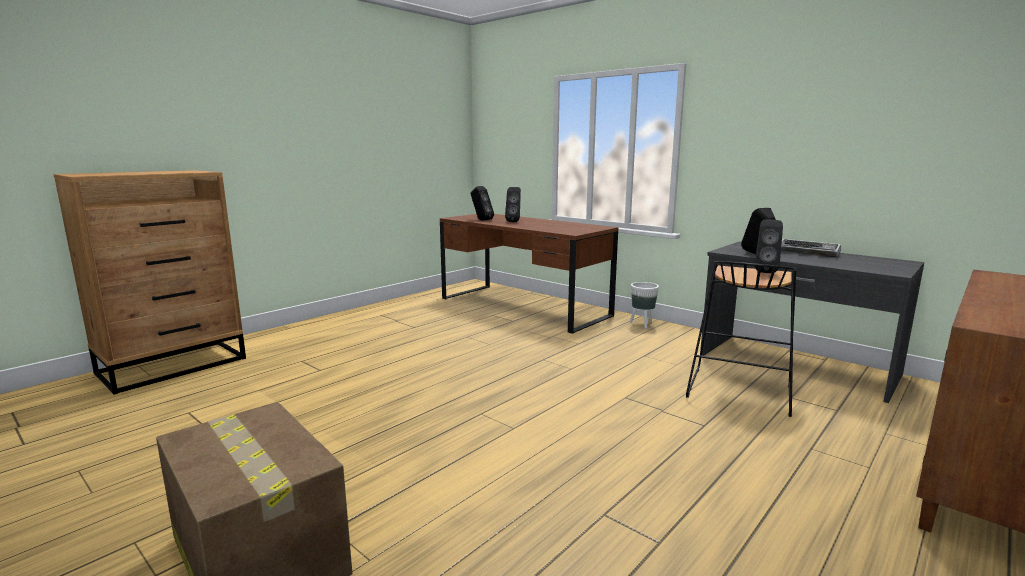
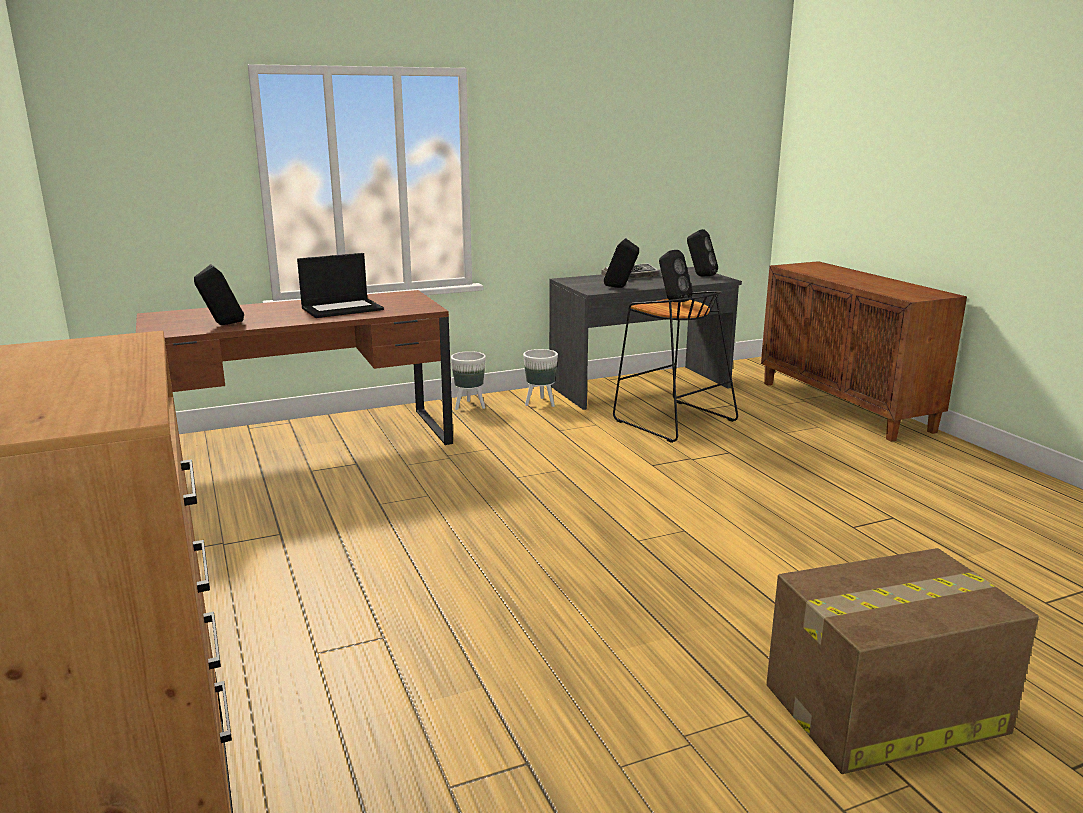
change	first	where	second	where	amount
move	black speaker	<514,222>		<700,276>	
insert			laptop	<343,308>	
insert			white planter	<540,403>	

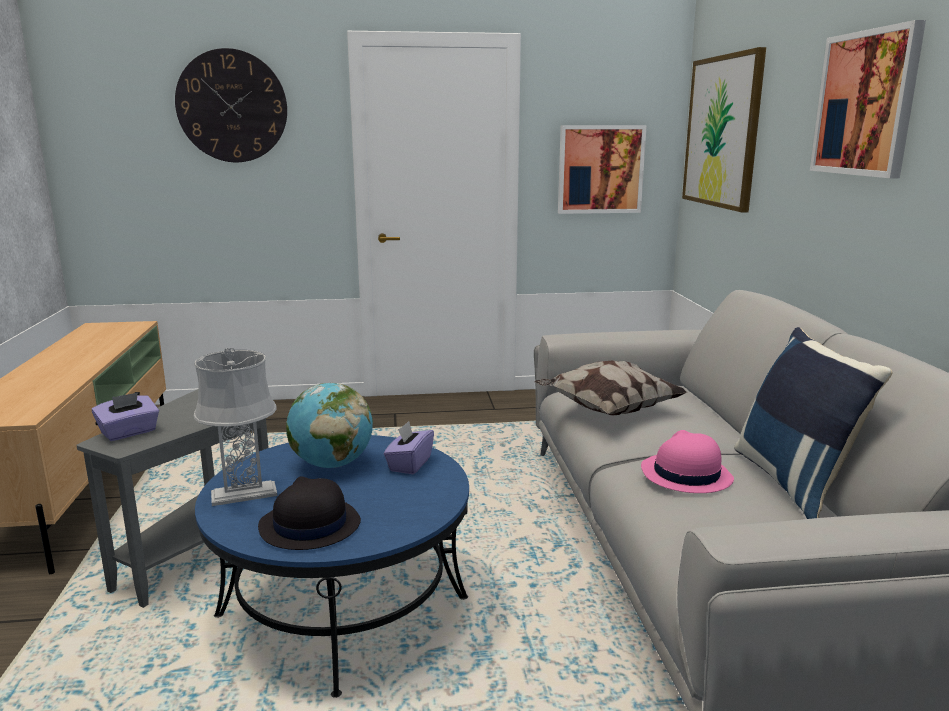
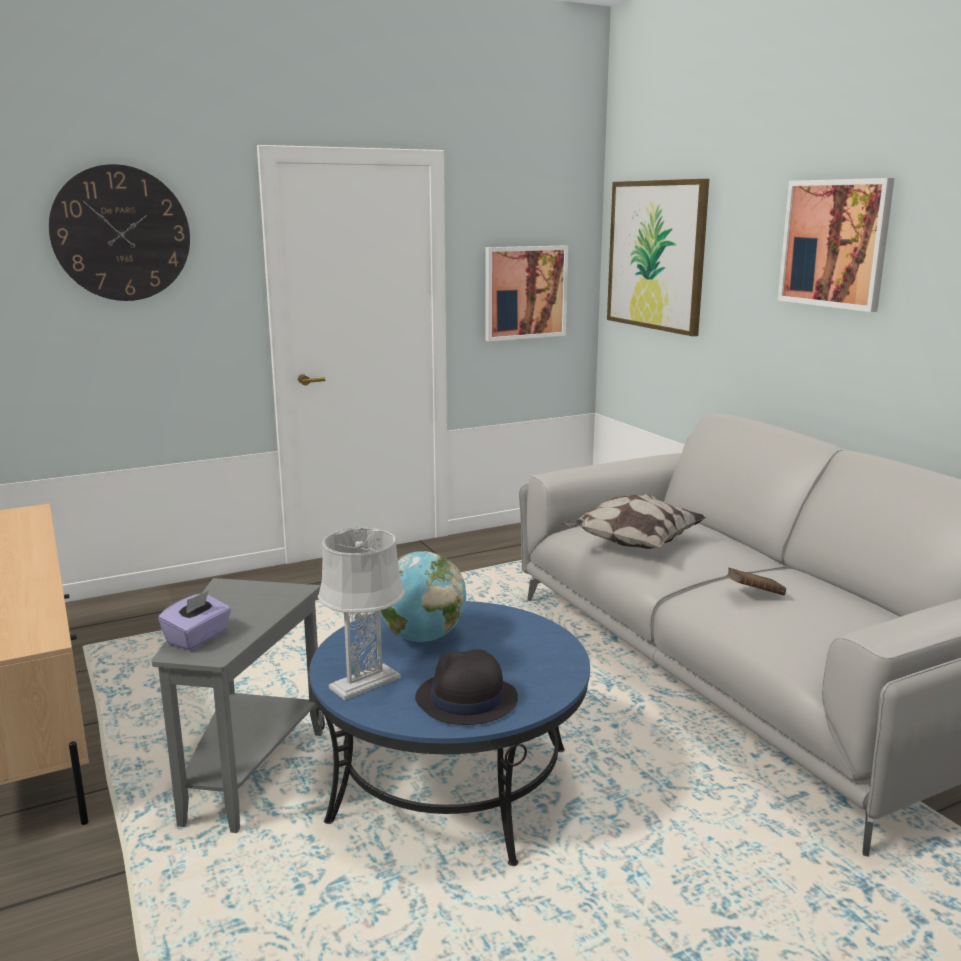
change	first	where	second	where	amount
delete	blue pillow	<795,482>			
delete	purple tissue box	<409,464>			
replace	pink hat	<685,474>	brown book	<754,594>	

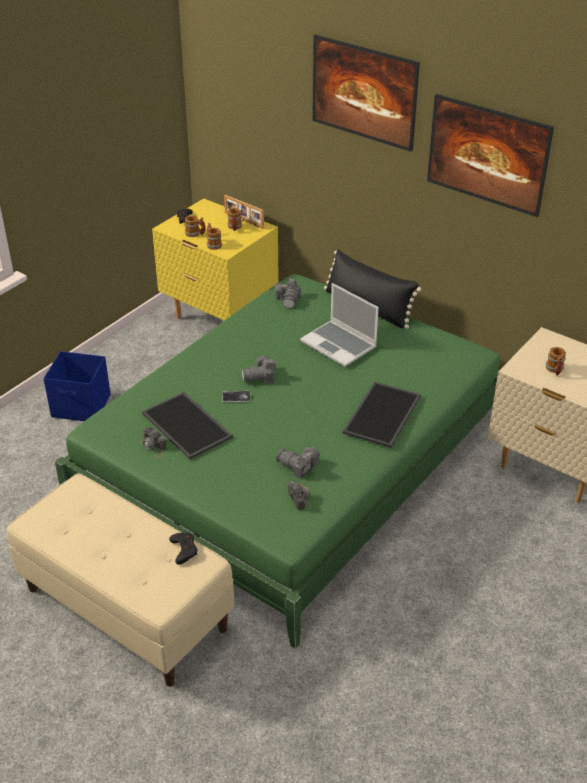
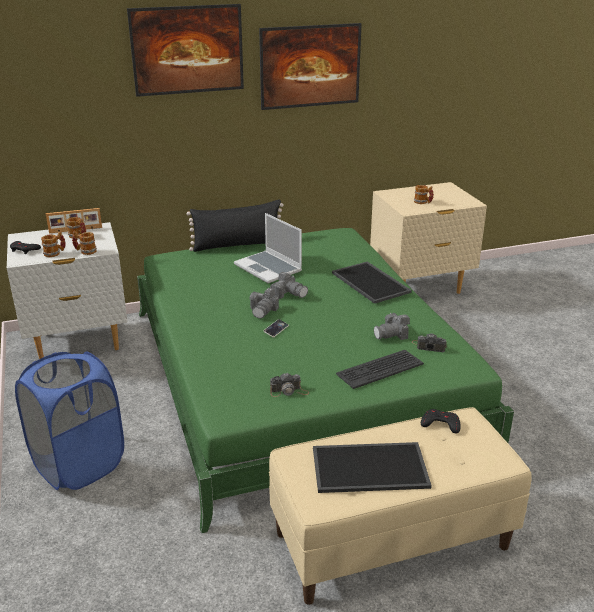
change	first	where	second	where	amount
recolor	yellow nightstand	<220,318>	white nightstand	<78,342>	
move	photo camera	<288,300>		<289,293>	
rotate	laptop	<339,345>		<269,268>	60 degrees clockwise
replace	blue storage box	<82,406>	blue laundry basket	<79,464>	
move	tray	<188,425>		<370,466>	
insert			keyboard	<379,369>	

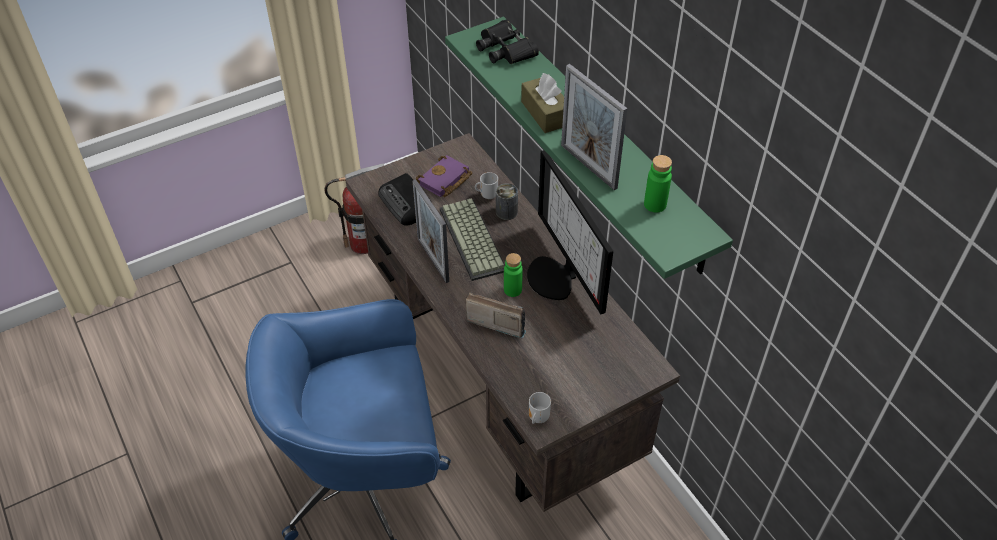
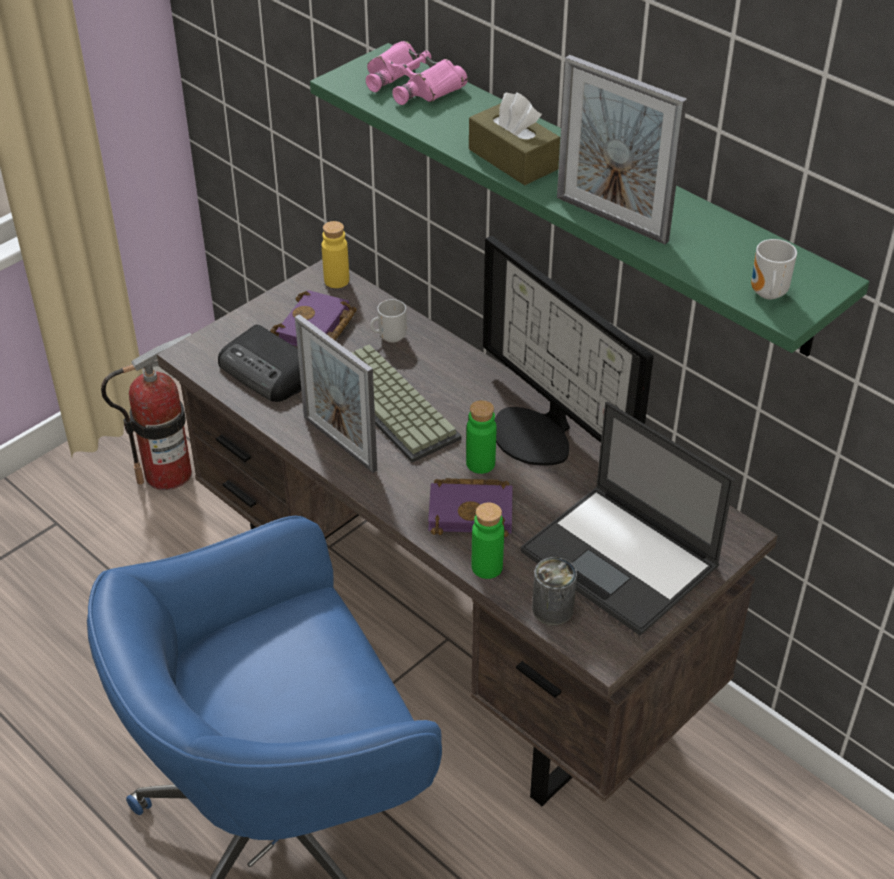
change	first	where	second	where	amount
recolor	black binoculars	<505,49>	pink binoculars	<412,84>	
move	green bottle	<655,204>		<487,567>	
move	can	<506,212>		<552,609>	
replace	radio	<497,320>	purple book	<473,511>	
move	mug	<537,418>		<766,295>	
insert			yellow bottle	<336,280>	
insert			laptop	<621,560>	

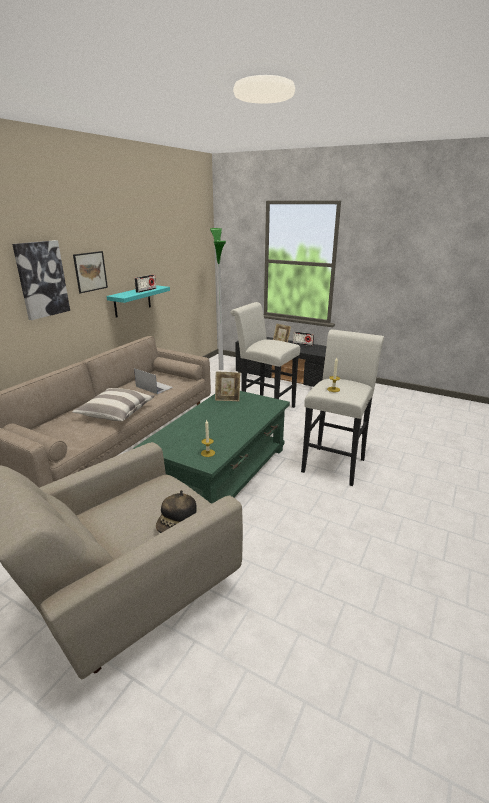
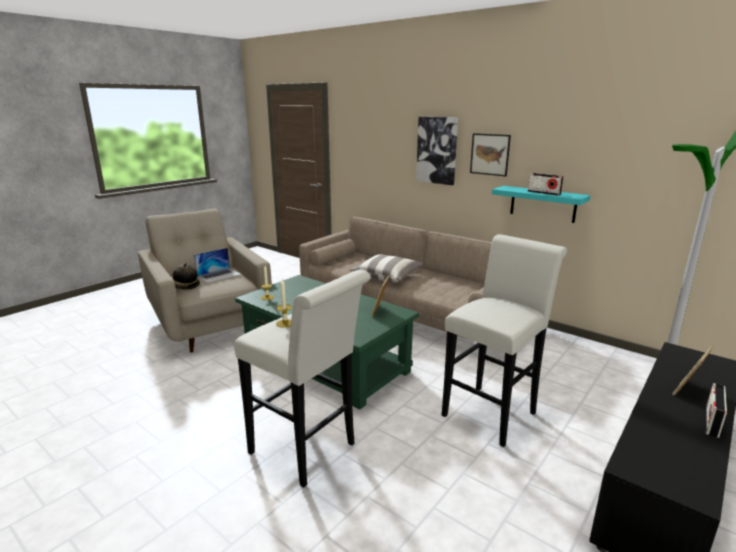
change	first	where	second	where	amount
move	laptop	<154,387>		<219,275>	

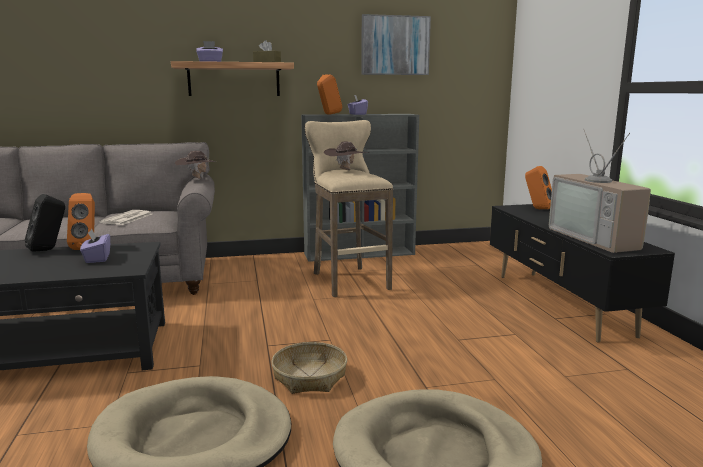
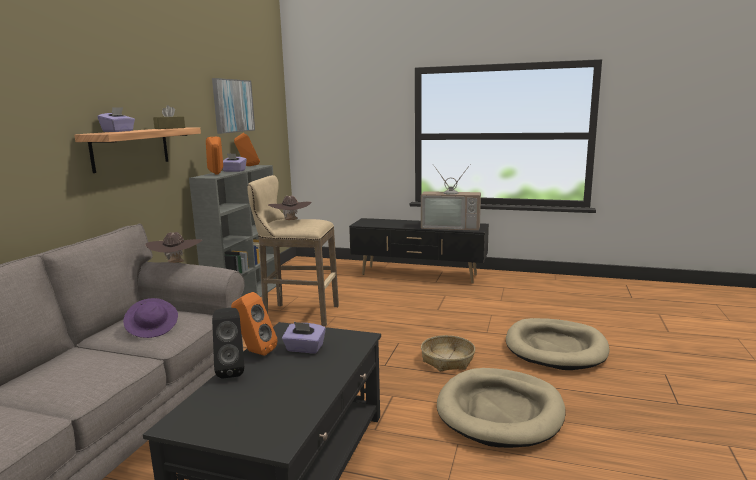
change	first	where	second	where	amount
move	orange speaker	<537,208>		<248,166>	
replace	newspaper	<127,218>	purple hat	<153,329>	

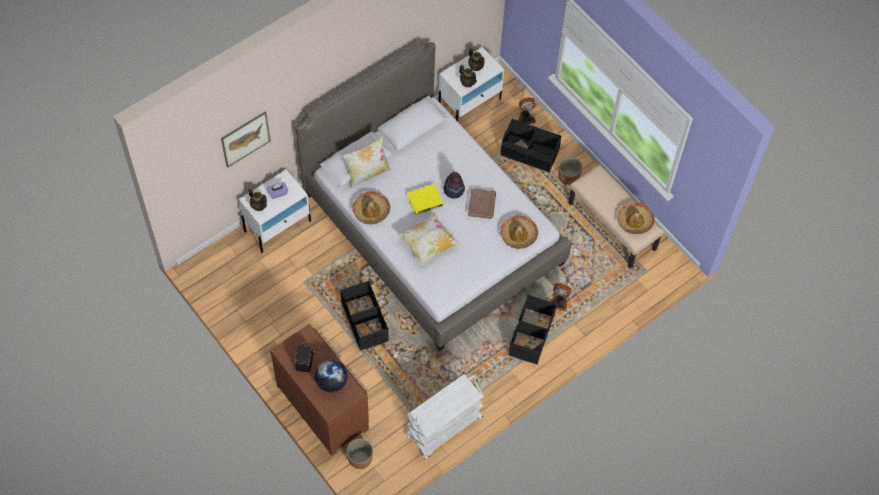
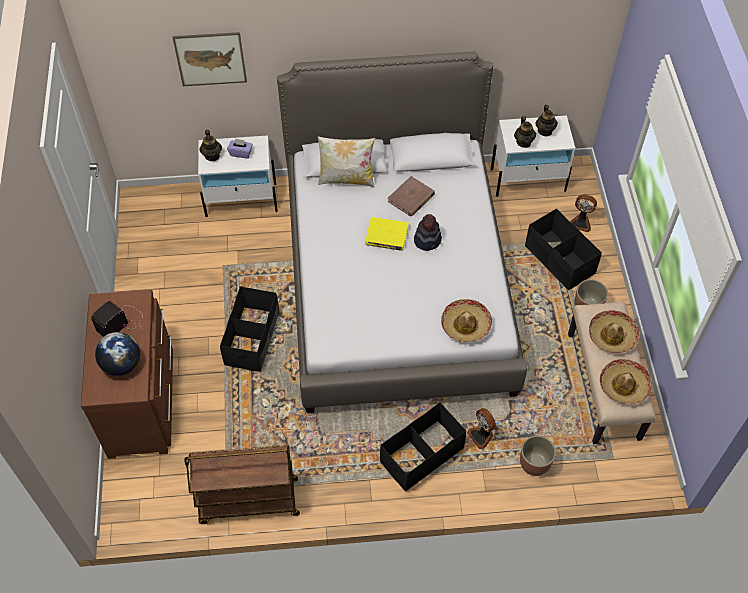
change	first	where	second	where	amount
move	brown book	<481,204>		<411,198>	
move	hat	<371,210>		<612,335>	
delete	pillow	<427,244>			
recolor	white cart	<444,428>	brown cart	<248,501>	
move	planter	<360,459>		<534,463>	

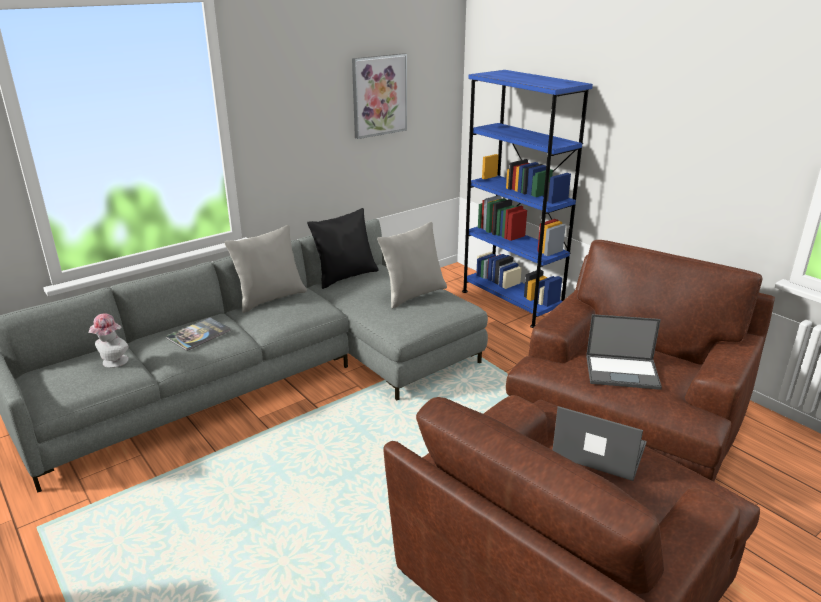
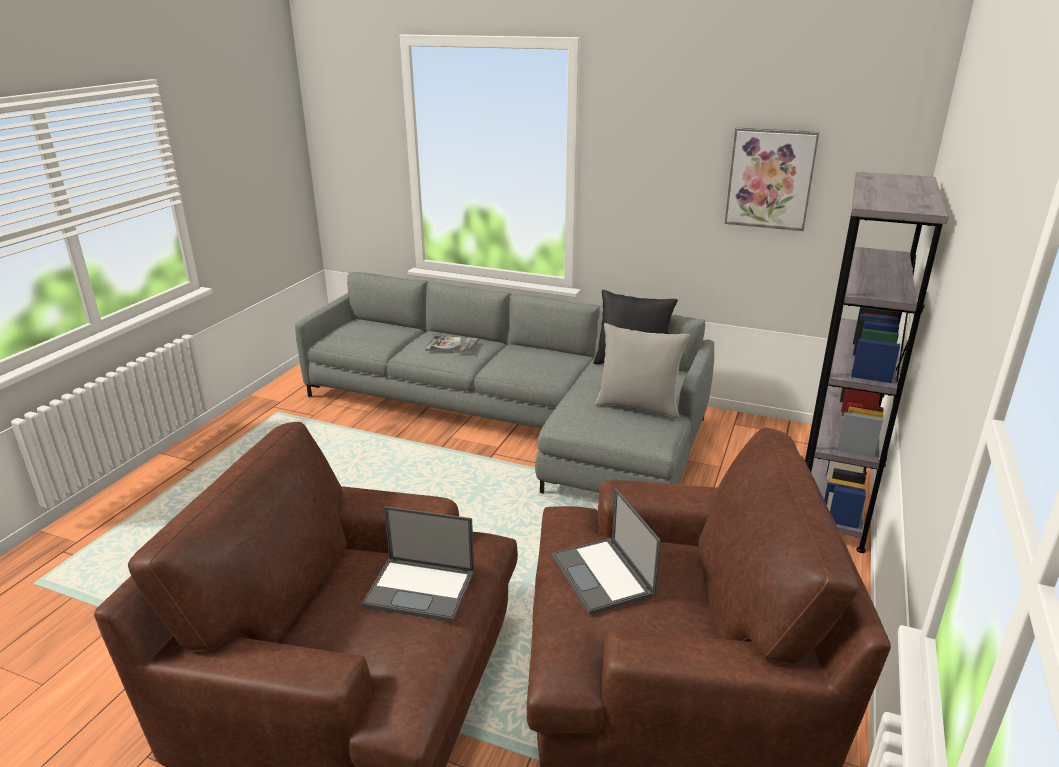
change	first	where	second	where	amount
recolor	blue bookcase	<511,302>	grey bookcase	<831,502>	
delete	grey pillow	<270,298>			
delete	hat	<113,363>			
rotate	laptop	<597,450>		<421,589>	105 degrees clockwise

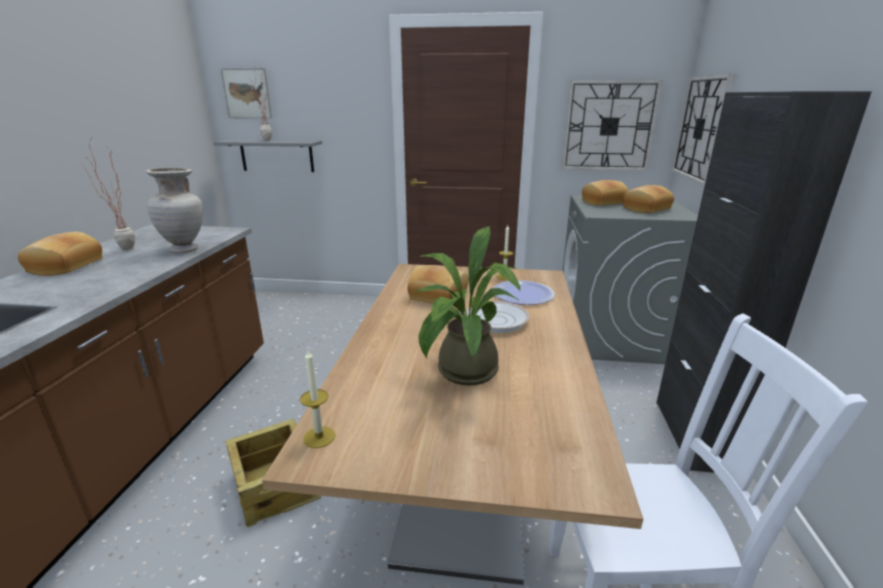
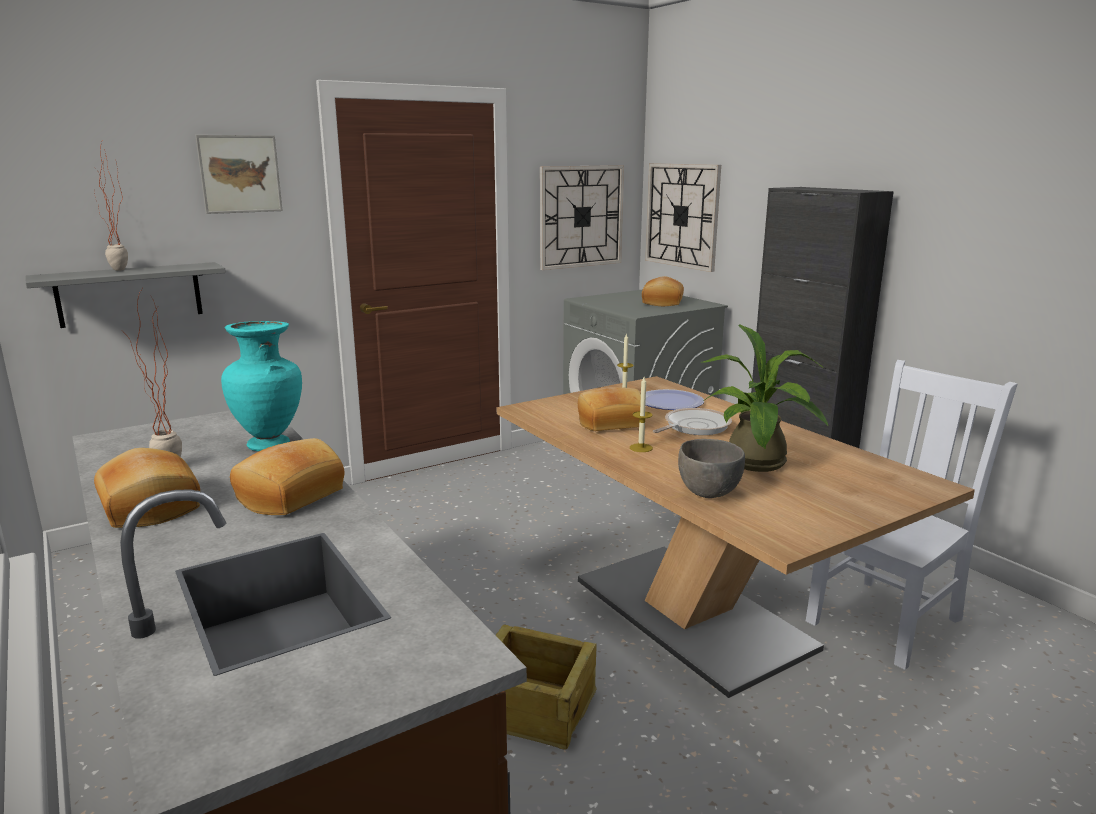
change	first	where	second	where	amount
move	picture	<247,93>		<240,174>	
recolor	beige vase	<185,250>	turquoise vase	<270,445>	
move	bread	<602,202>		<288,495>	
move	candle	<319,437>		<641,448>	
insert			grey bowl	<708,492>	

